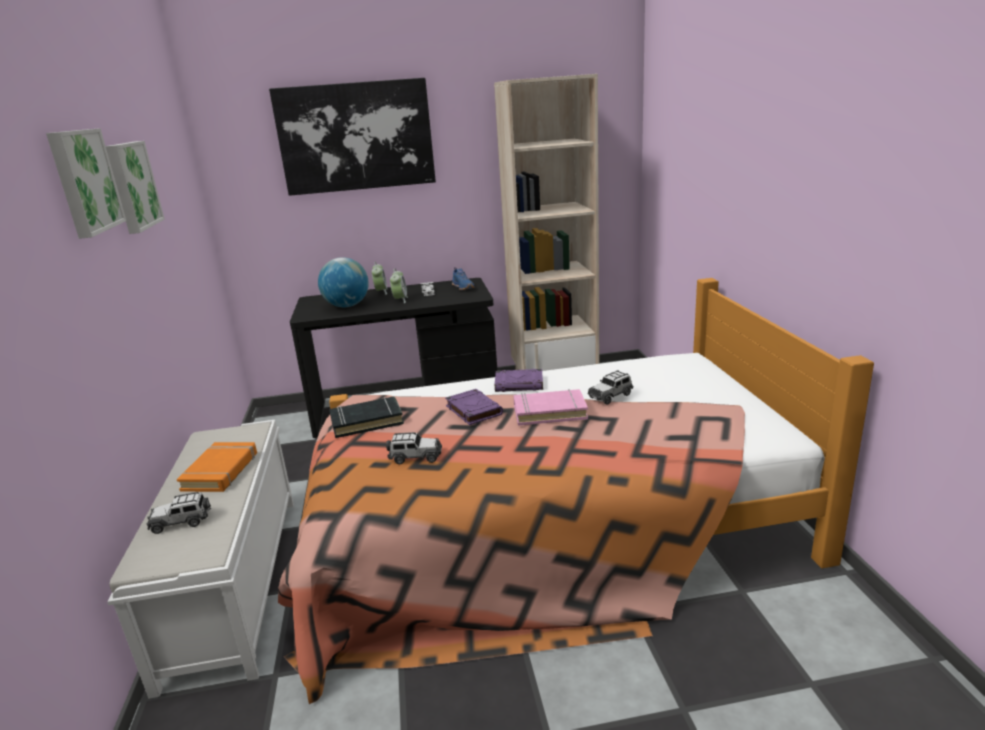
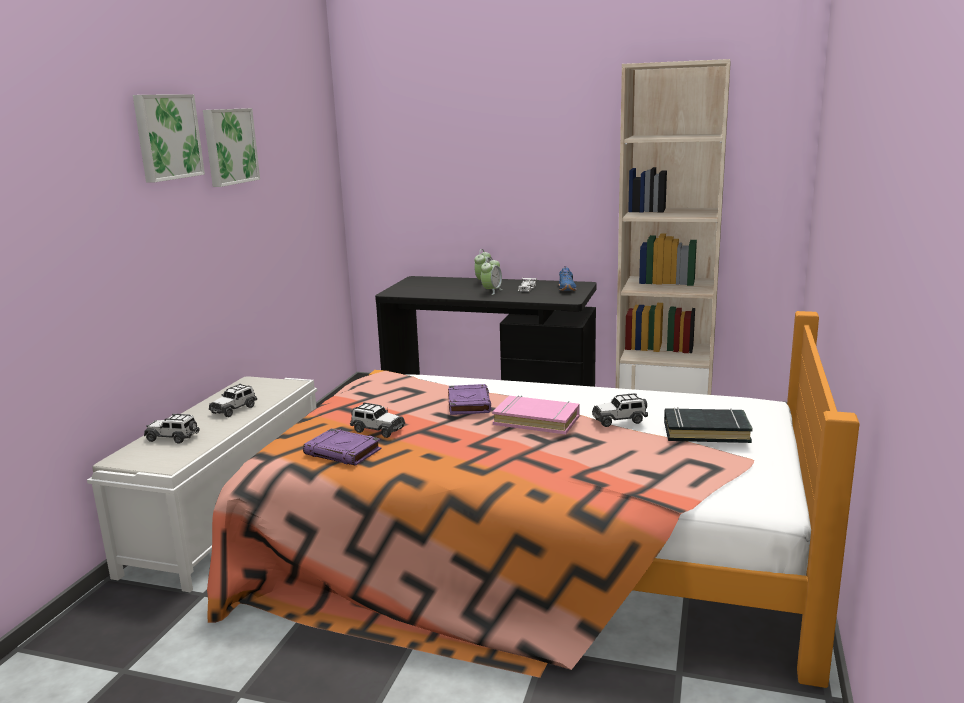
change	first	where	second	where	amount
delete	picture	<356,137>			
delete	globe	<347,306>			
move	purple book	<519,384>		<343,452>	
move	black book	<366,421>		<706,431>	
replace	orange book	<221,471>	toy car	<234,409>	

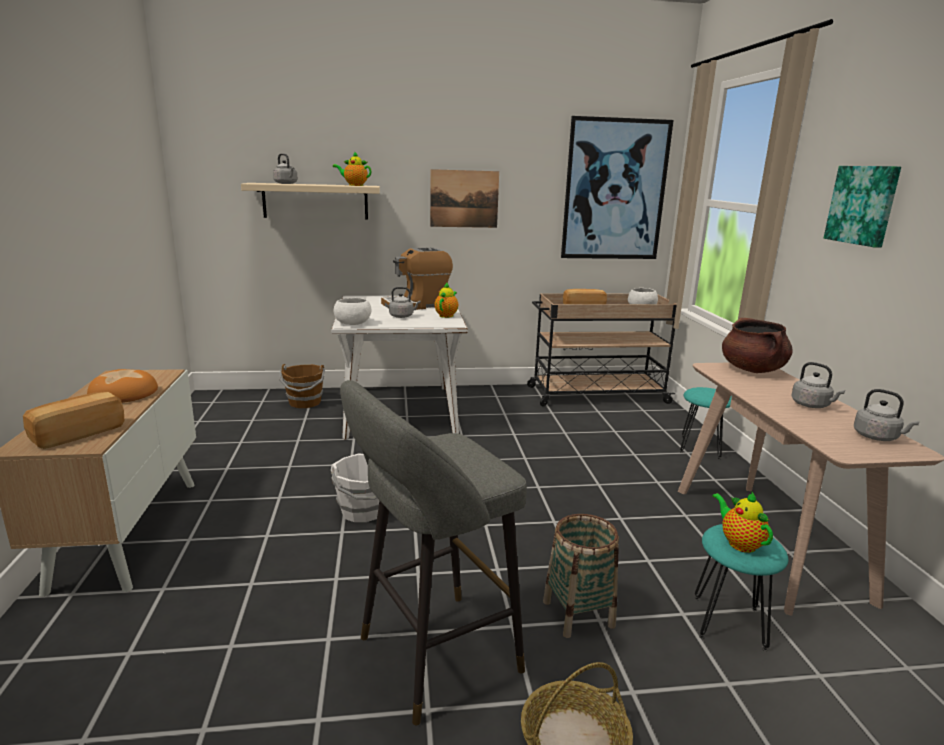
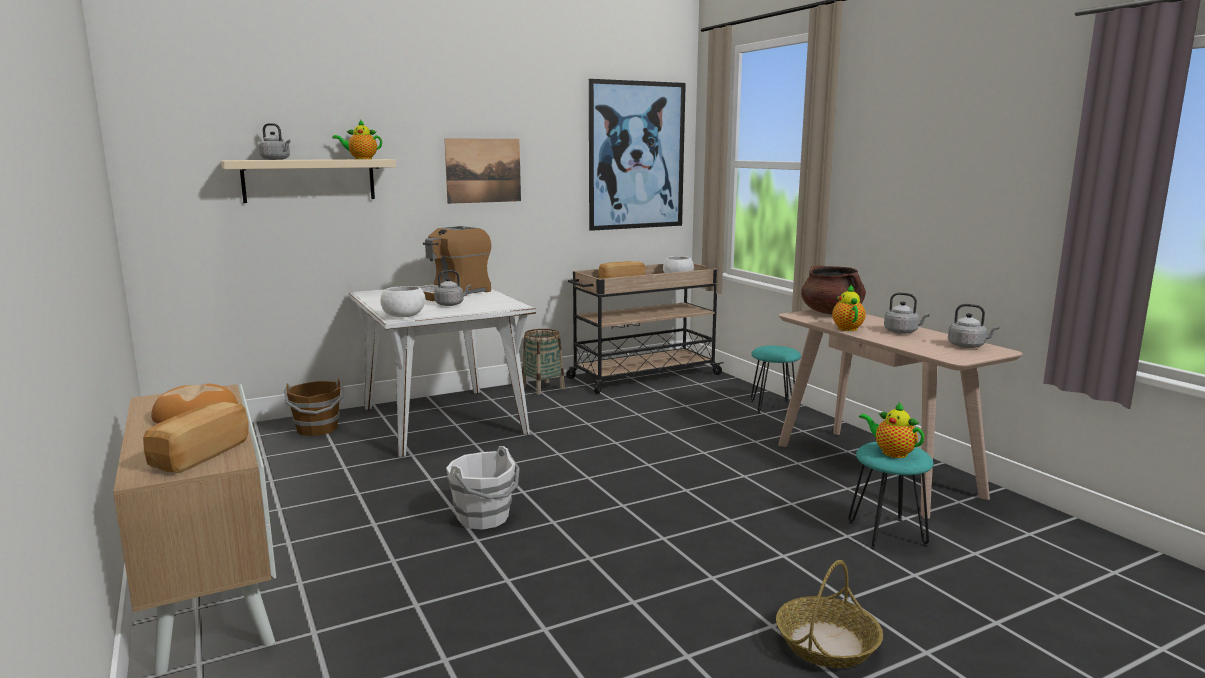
change	first	where	second	where	amount
delete	picture	<863,205>			
move	teapot	<447,315>		<846,328>	
delete	grey stool	<431,657>			
move	basket	<578,613>		<542,388>	

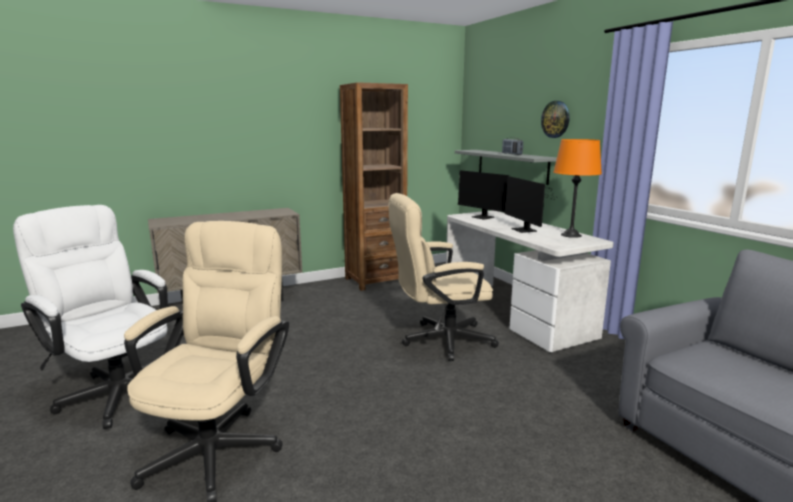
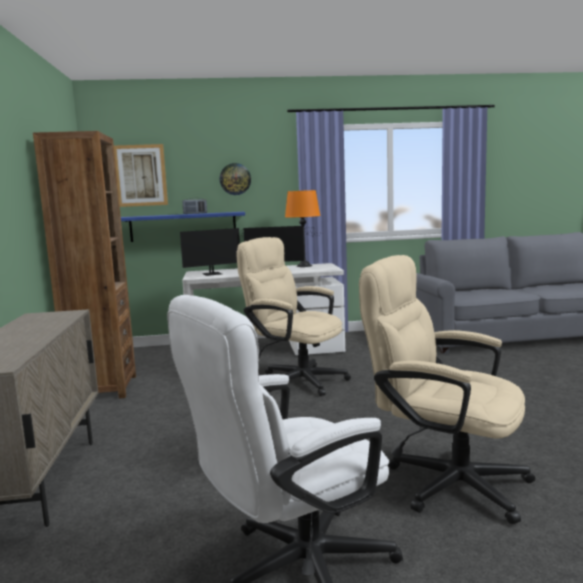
change	first	where	second	where	amount
recolor	grey shelf	<511,166>	blue shelf	<183,226>	
rotate	beige office chair	<439,341>		<296,379>	120 degrees clockwise
insert			picture	<140,175>	

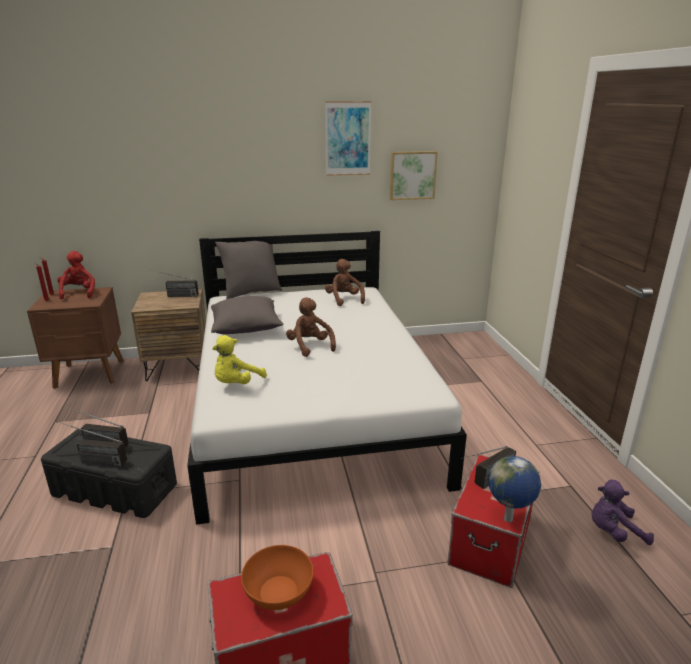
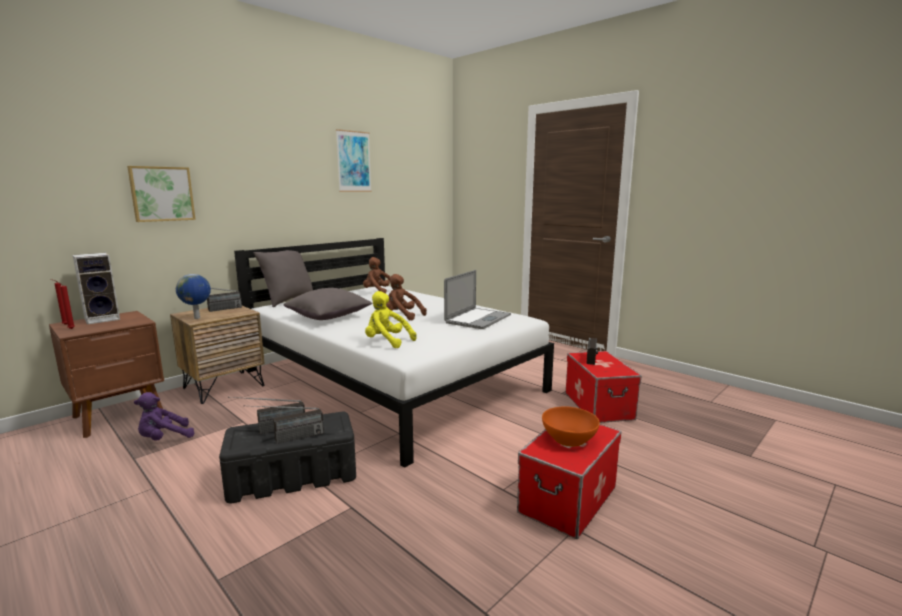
change	first	where	second	where	amount
move	picture	<412,175>		<162,194>	
replace	red plush toy	<79,293>	speaker	<104,319>	
rotate	yellow plush toy	<236,384>		<387,342>	120 degrees clockwise
move	globe	<509,520>		<197,318>	
move	purple plush toy	<613,532>		<164,439>	
insert			laptop	<478,319>	

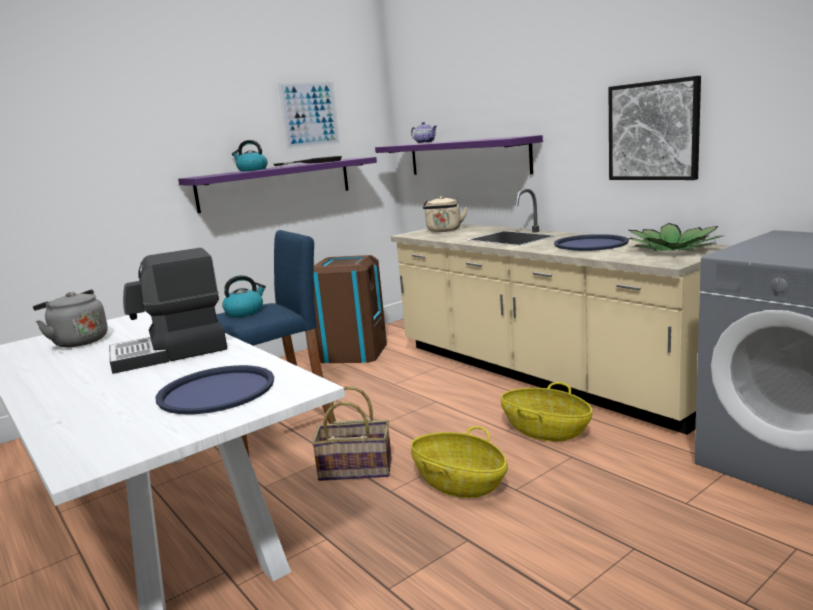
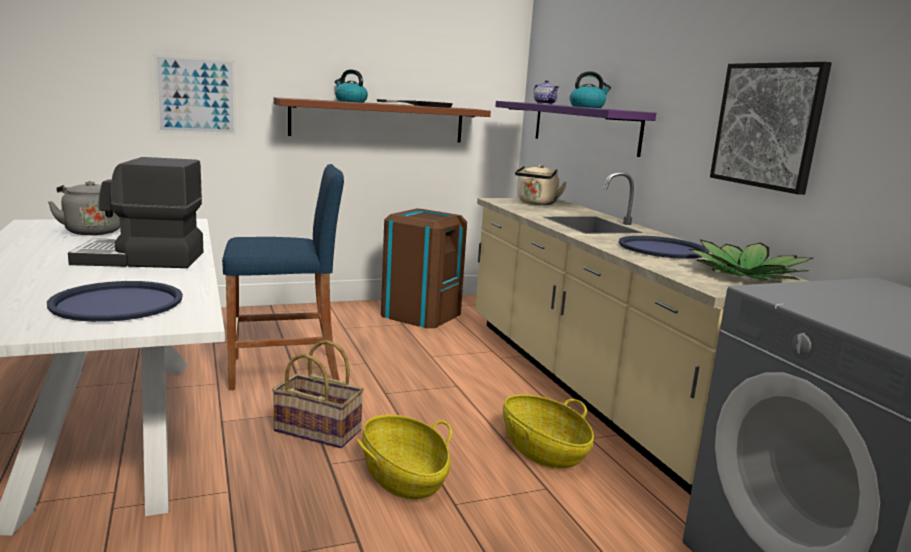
change	first	where	second	where	amount
move	picture	<310,114>		<196,96>	
recolor	purple shelf	<276,184>	brown shelf	<378,121>	
move	kettle	<245,312>		<587,107>	

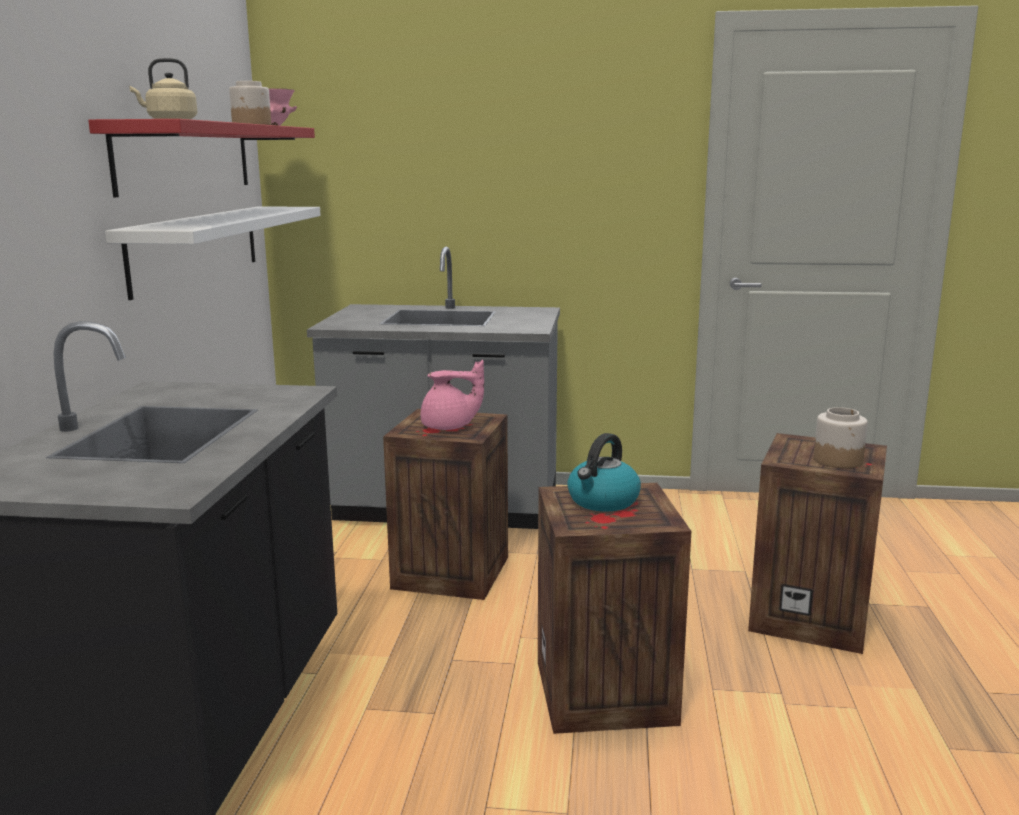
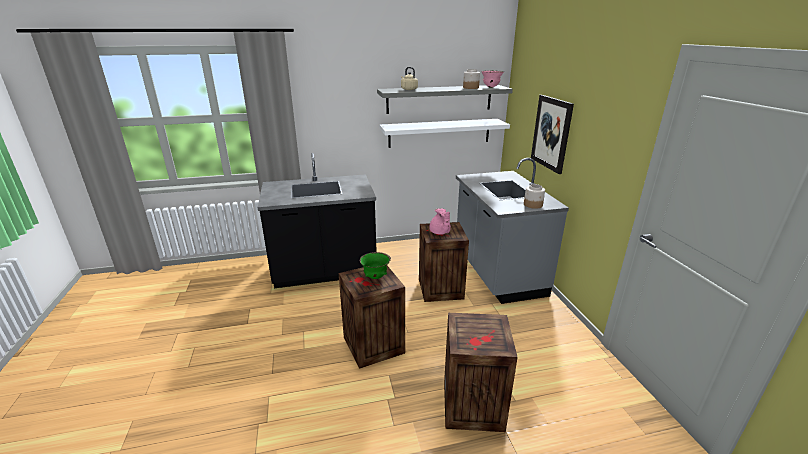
change	first	where	second	where	amount
recolor	red shelf	<186,157>	grey shelf	<439,99>	
move	jar	<838,460>		<533,205>	
replace	kettle	<603,501>	green bowl	<375,277>	
insert			picture	<551,133>	

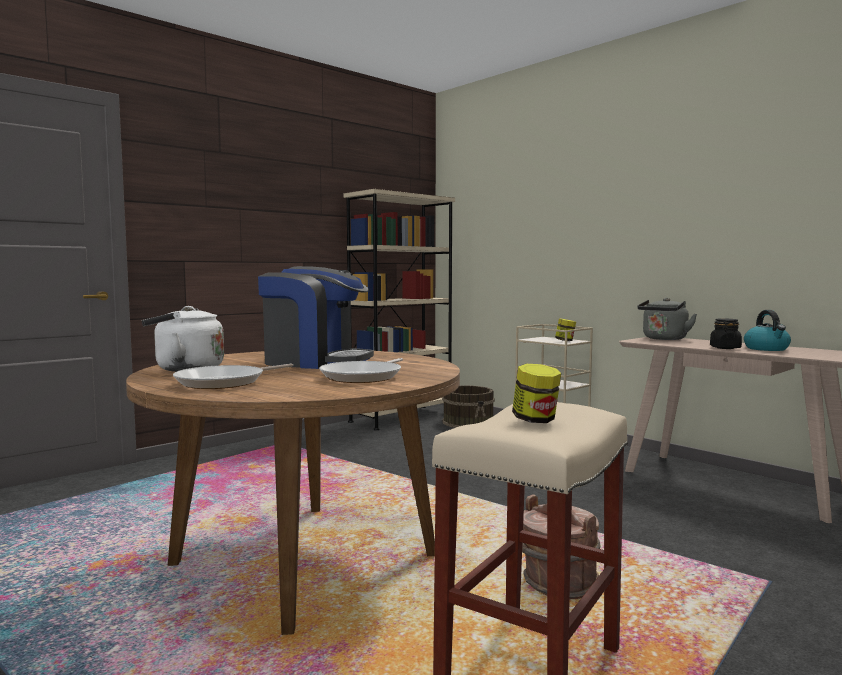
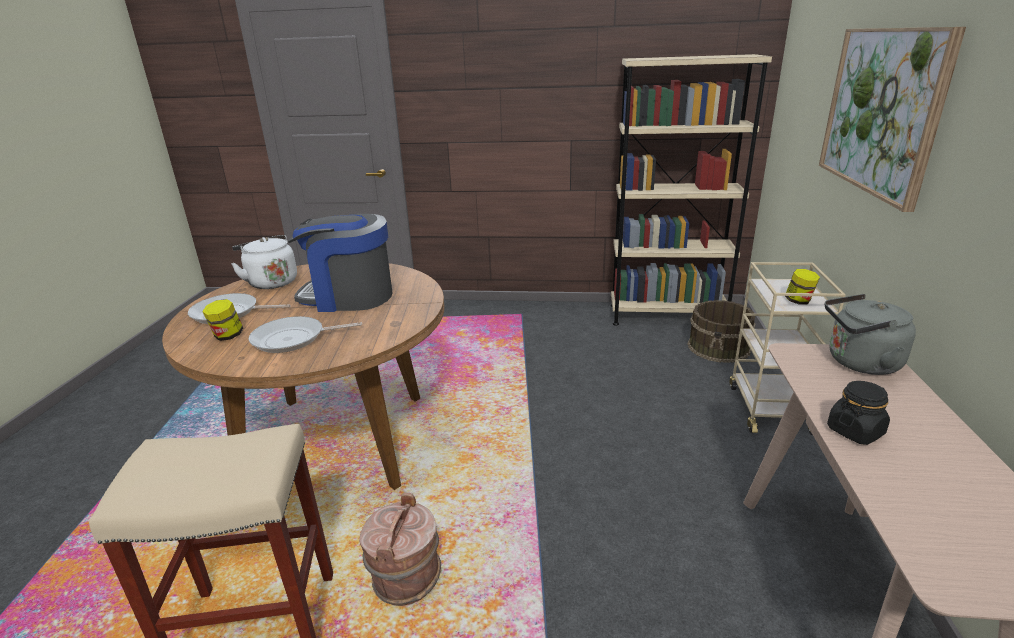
change	first	where	second	where	amount
rotate	coffee machine	<315,361>		<349,297>	120 degrees clockwise
delete	kettle	<767,349>			
move	jar	<535,420>		<227,336>	
insert			picture	<881,111>	

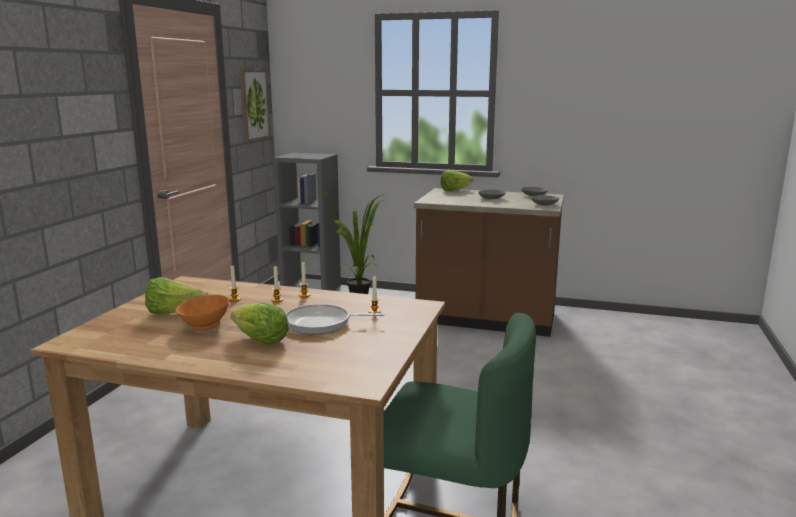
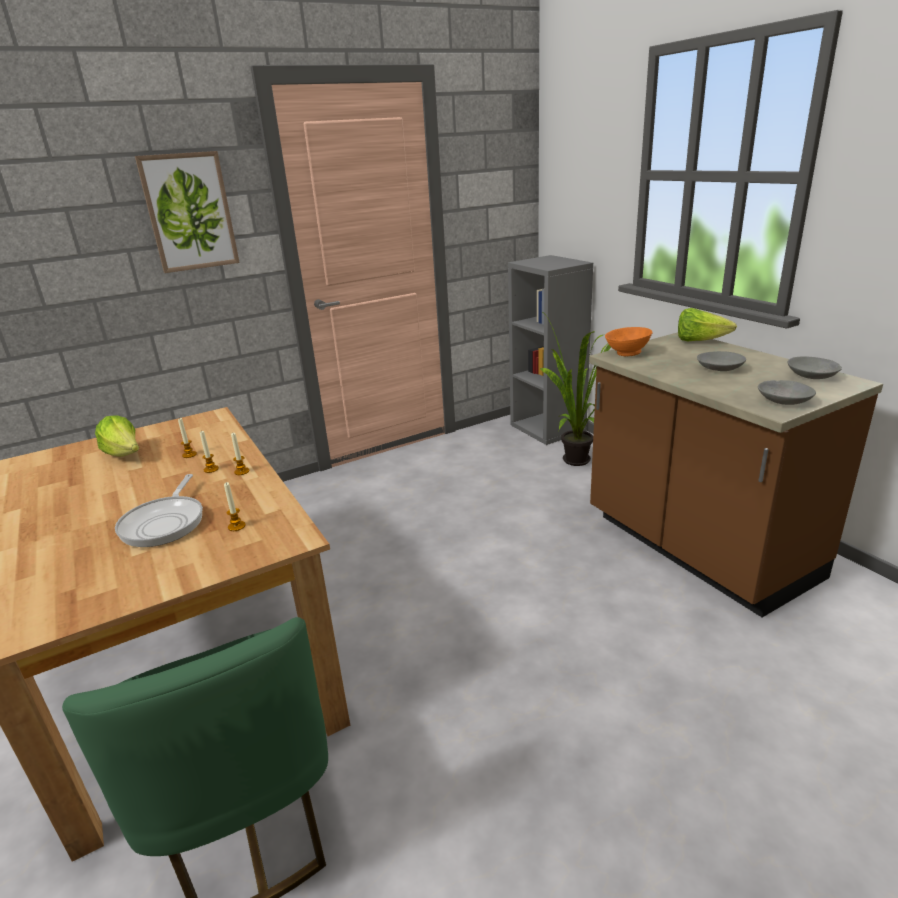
change	first	where	second	where	amount
move	picture	<253,104>		<189,212>	
move	orange bowl	<204,326>		<626,353>	
delete	lettuce	<260,340>			
rotate	frying pan	<322,324>		<165,523>	135 degrees counterclockwise

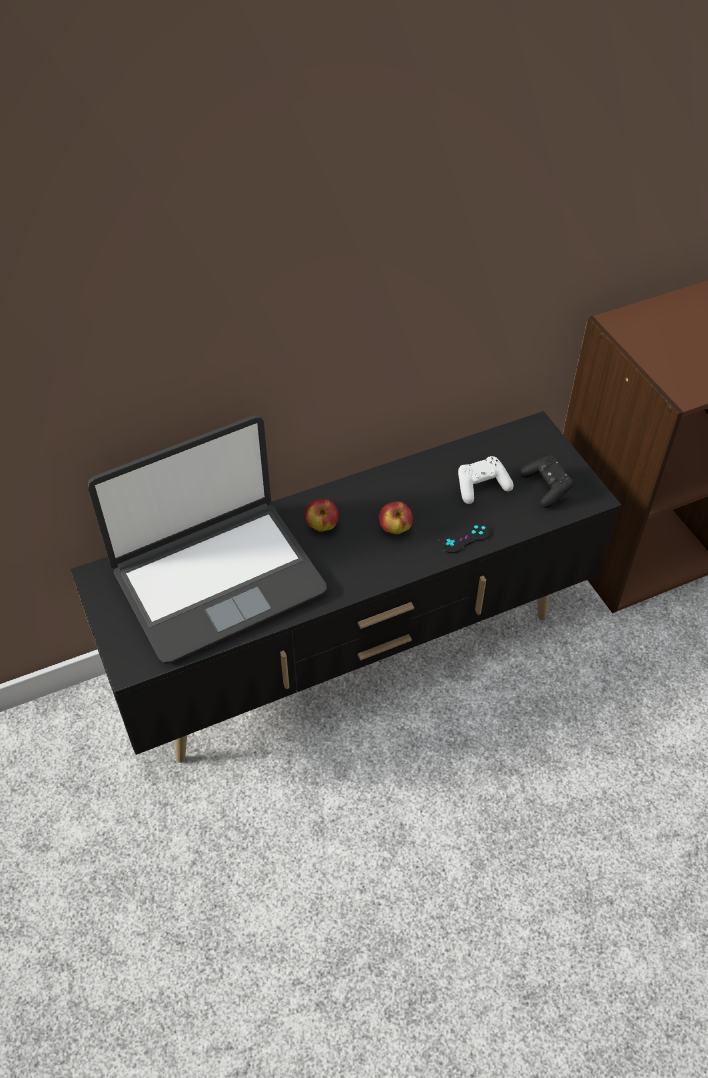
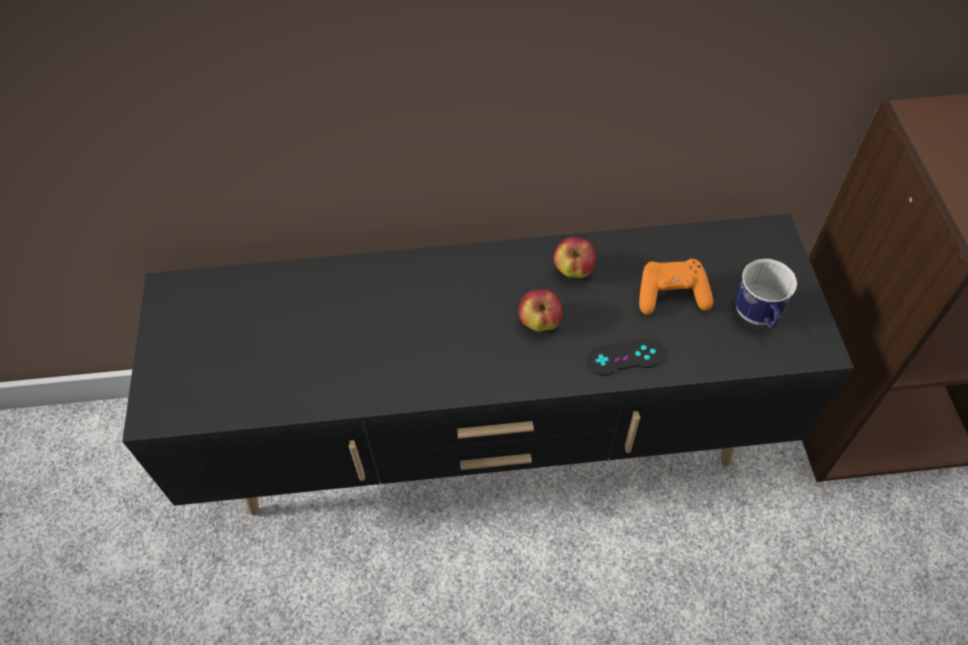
change	first	where	second	where	amount
delete	laptop	<218,579>			
replace	black game controller	<546,487>	mug	<758,317>	
recolor	white game controller	<481,486>	orange game controller	<671,295>	
move	apple	<322,526>		<573,270>	

